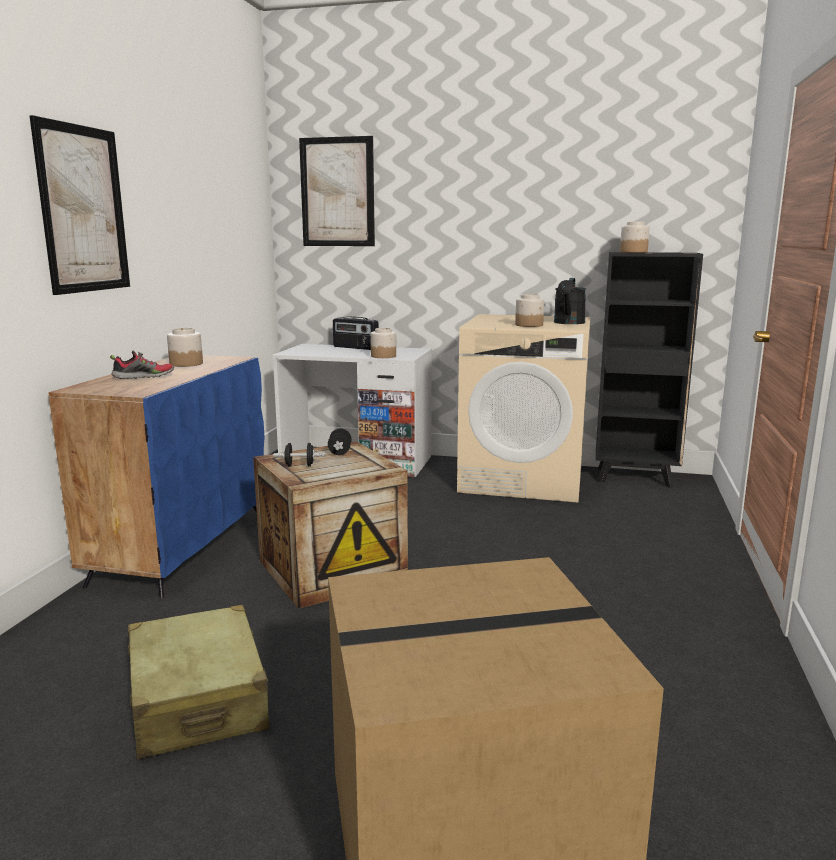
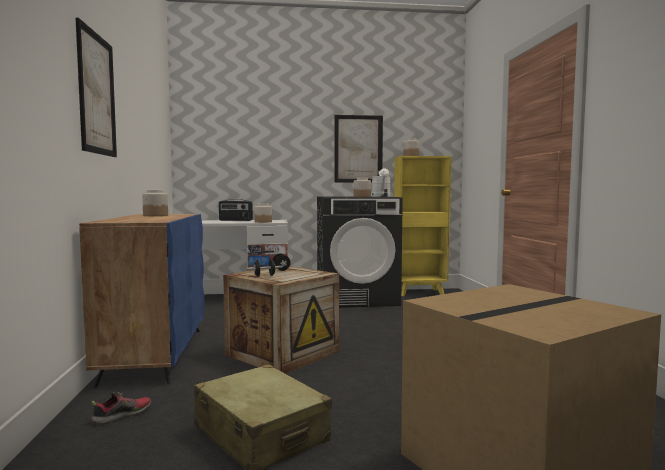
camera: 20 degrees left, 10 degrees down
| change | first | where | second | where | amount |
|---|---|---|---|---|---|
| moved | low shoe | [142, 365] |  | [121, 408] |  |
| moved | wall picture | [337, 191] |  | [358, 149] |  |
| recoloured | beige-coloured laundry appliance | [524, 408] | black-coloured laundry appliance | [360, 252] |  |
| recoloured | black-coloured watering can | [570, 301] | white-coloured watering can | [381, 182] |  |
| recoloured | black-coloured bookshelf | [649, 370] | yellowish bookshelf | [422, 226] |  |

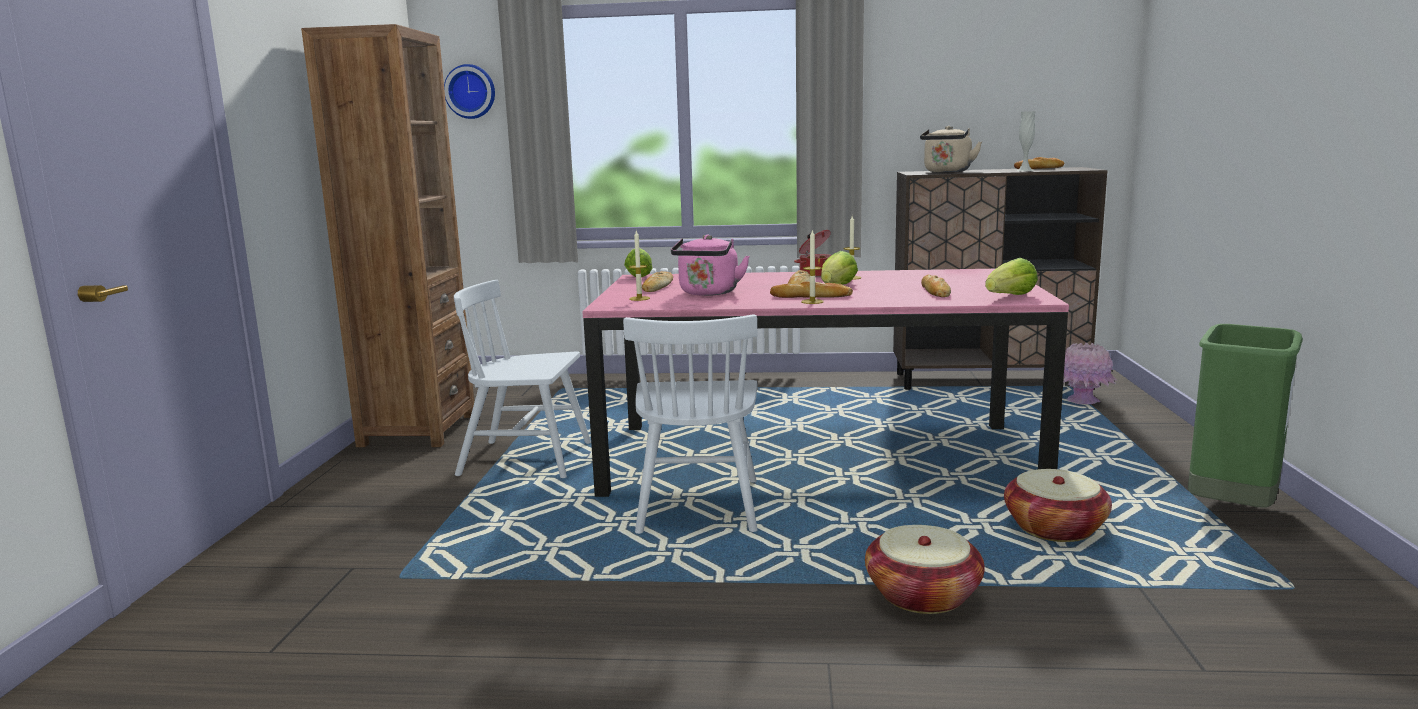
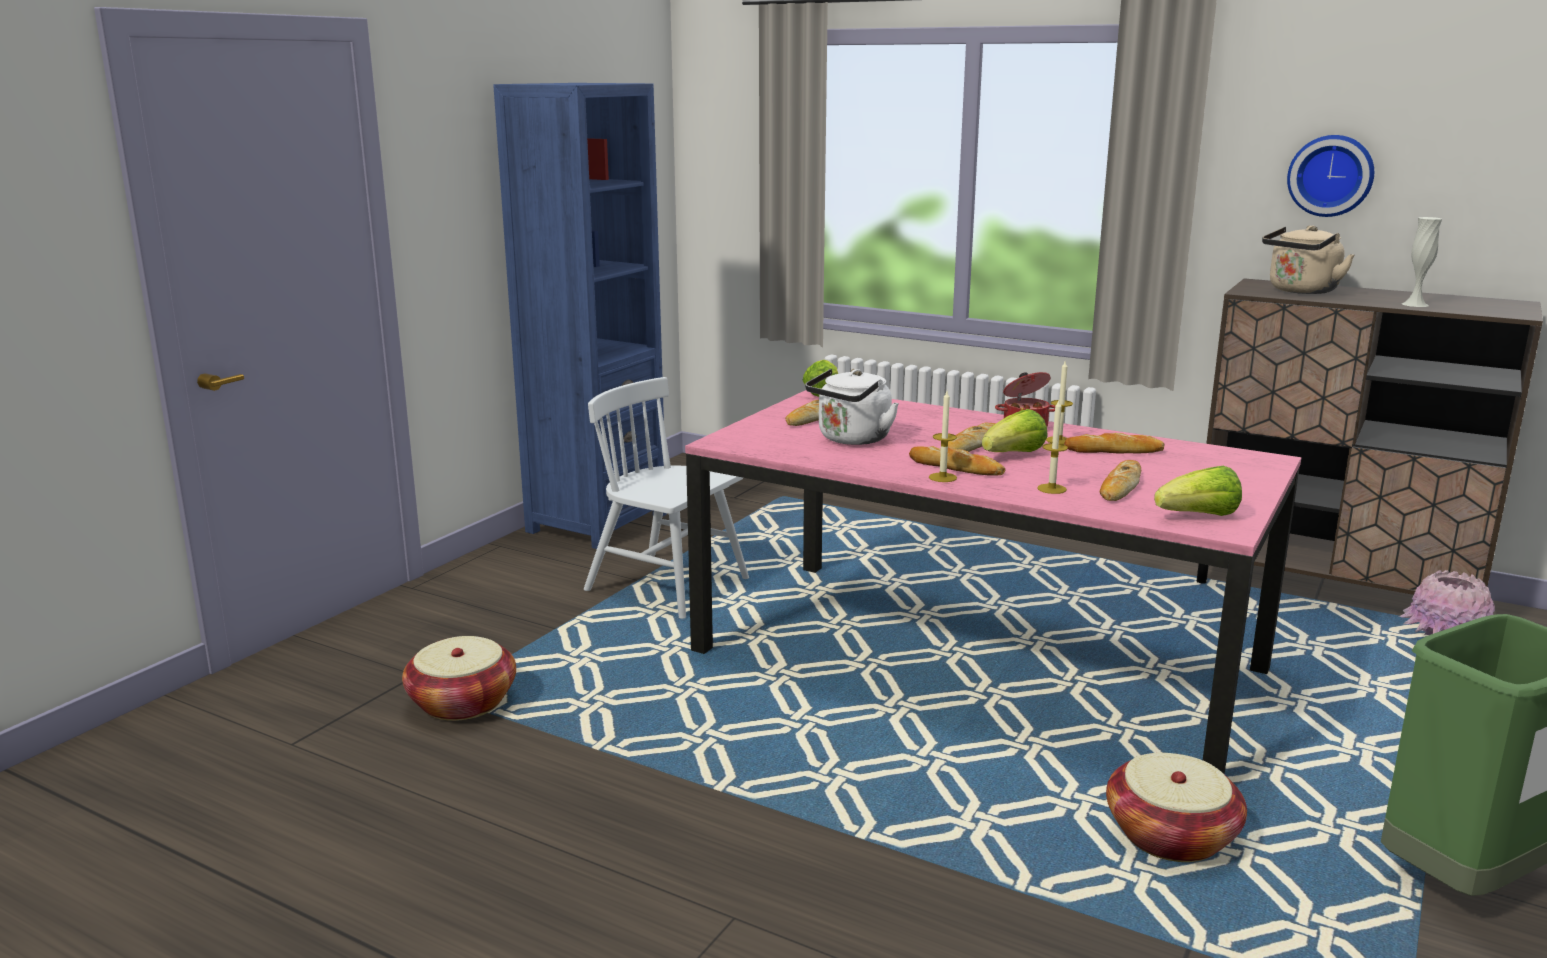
camera: 25 degrees right, 5 degrees up
| change | first | where | second | where | amount |
|---|---|---|---|---|---|
| removed | white-coloured plain chair | [690, 424] |  |  |  |
| moved | clock on the wall | [469, 91] |  | [1330, 176] |  |
| moved | candle | [639, 266] |  | [1052, 447] |  |
| moved | storage basket | [925, 569] |  | [459, 678] |  |
| moved | baked bread | [1039, 163] |  | [1114, 443] |  |
| recoloured | brown-coloured bookshelf | [387, 235] | blue bookshelf | [580, 316] |  |
| recoloured | pink-coloured water kettle | [710, 265] | white-coloured water kettle | [852, 407] |  |

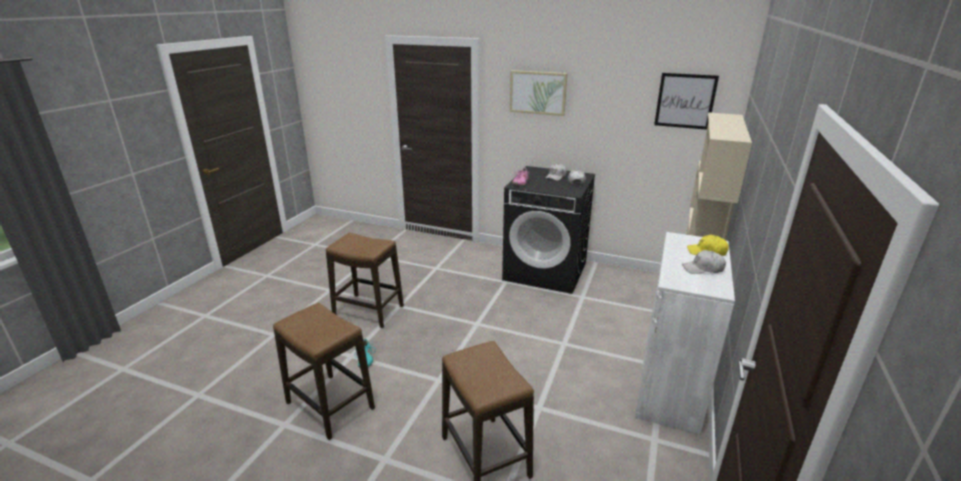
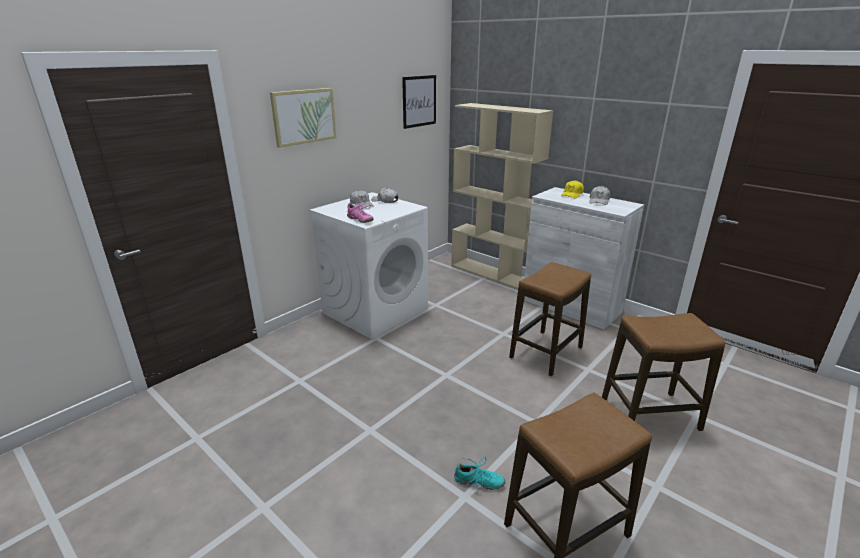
camera: 70 degrees left, 0 degrees up
| change | first | where | second | where | amount |
|---|---|---|---|---|---|
| moved | stool seat | [365, 280] |  | [550, 319] |  |
| recoloured | black-coloured laundry appliance | [548, 230] | white-coloured laundry appliance | [368, 265] |  |

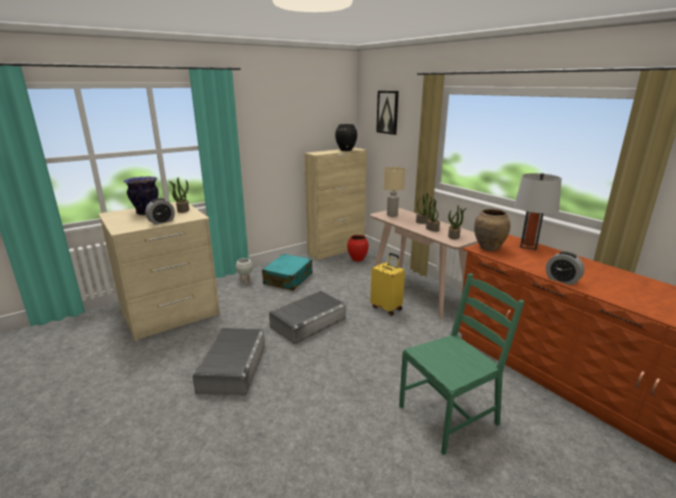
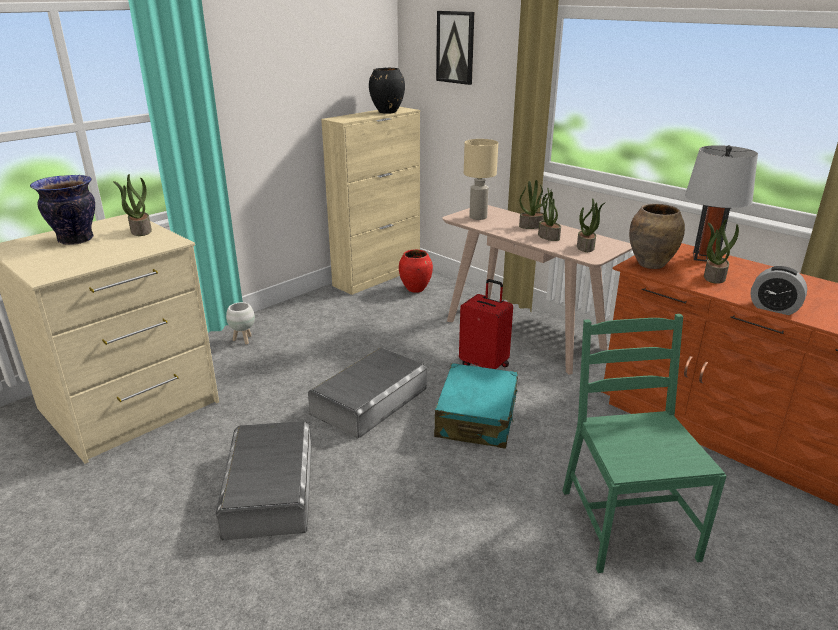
camera: 10 degrees left, 5 degrees up
| change | first | where | second | where | amount |
|---|---|---|---|---|---|
| removed | alarm clock | [160, 211] |  |  |  |
| added |  |  | houseplant | [721, 251] |  |
| moved | turquoise travel case | [287, 272] |  | [476, 406] |  |
| recoloured | yellowish travel case | [387, 284] | red-coloured travel case | [486, 324] |  |
| turned | green-coloured plain chair | [462, 364] |  | [644, 443] | 60 degrees counterclockwise |

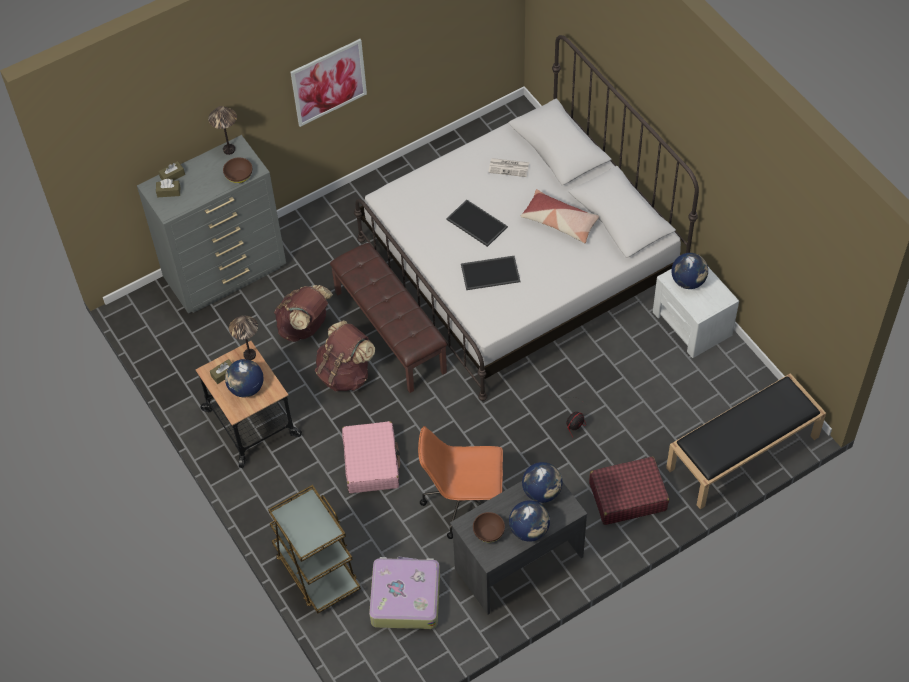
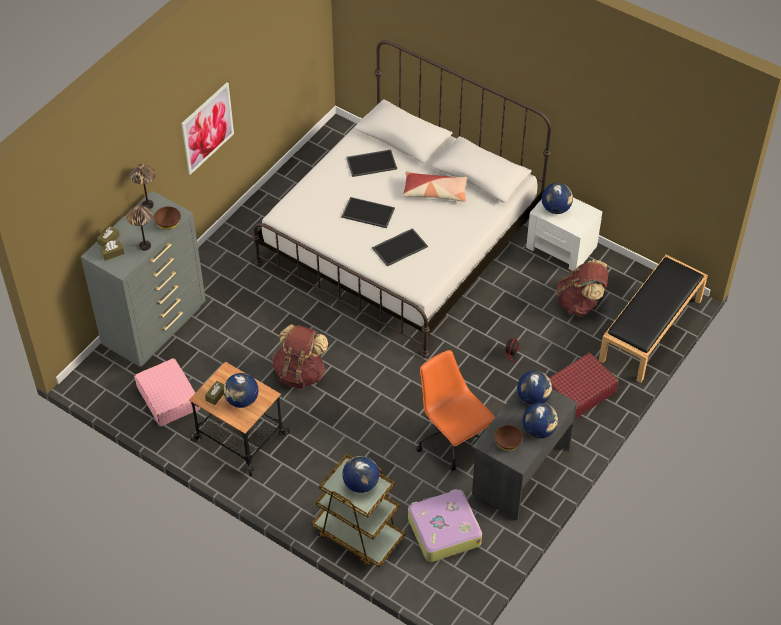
camera: 25 degrees left, 5 degrees down
| change | first | where | second | where | amount |
|---|---|---|---|---|---|
| removed | brown-coloured indoor bench | [388, 318] |  |  |  |
| added |  |  | world globe | [360, 474] |  |
| moved | lamp for a table | [243, 337] |  | [139, 227] |  |
| moved | brown-coloured rucksack | [303, 313] |  | [582, 288] |  |
| moved | pink-coloured travel case | [371, 457] |  | [167, 392] |  |
| replaced | daily paper | [508, 167] | tray | [371, 163] |  |
| turned | orange computer chair | [460, 482] |  | [455, 410] | 75 degrees clockwise |

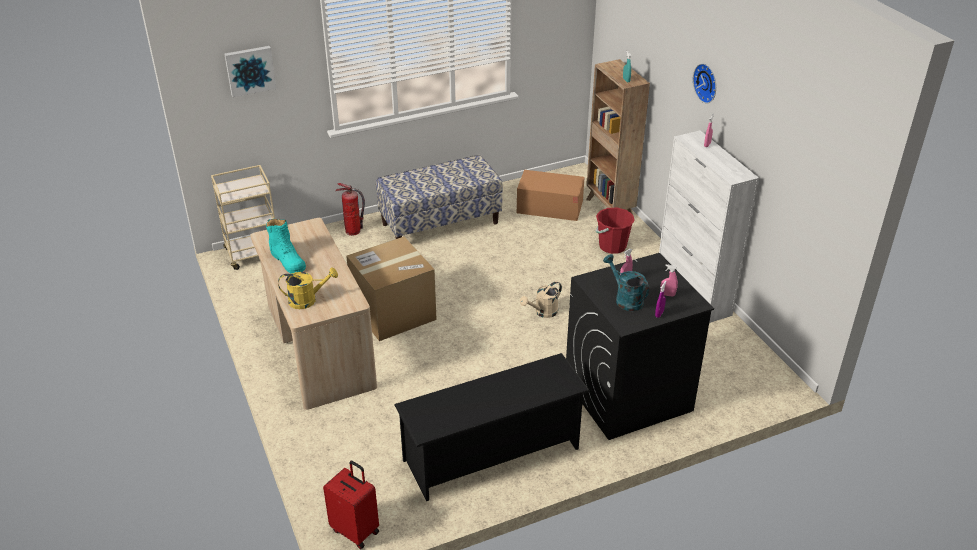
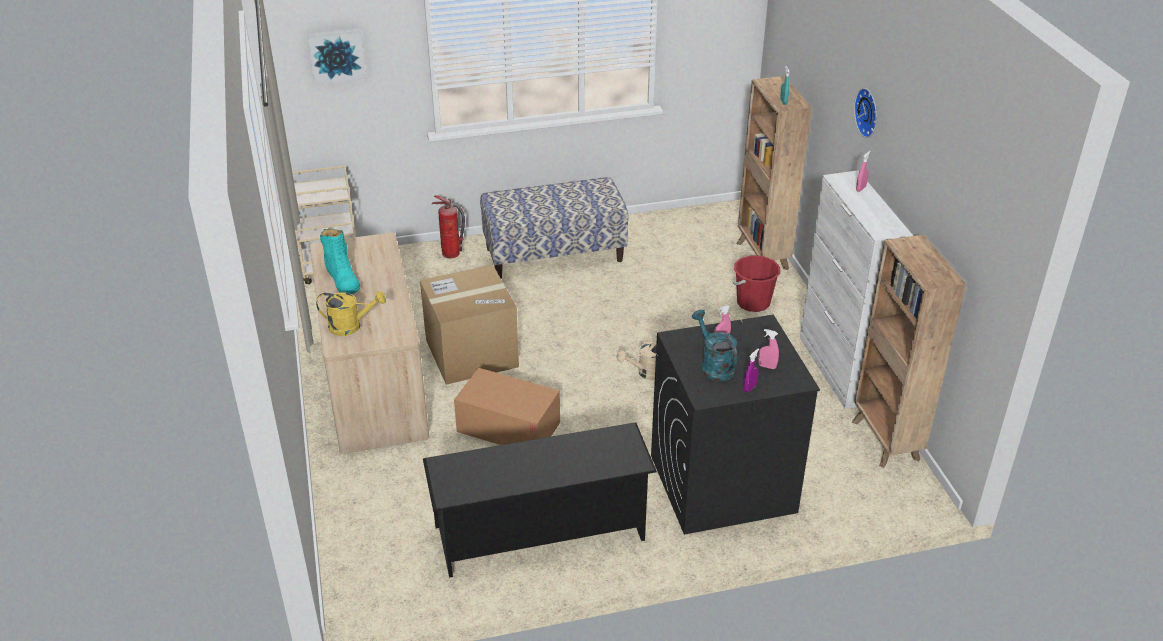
camera: 10 degrees right, 0 degrees up
| change | first | where | second | where | amount |
|---|---|---|---|---|---|
| removed | red-coloured travel case | [351, 504] |  |  |  |
| added |  |  | brown-coloured bookshelf | [909, 351] |  |
| moved | carton | [551, 195] |  | [507, 406] |  |

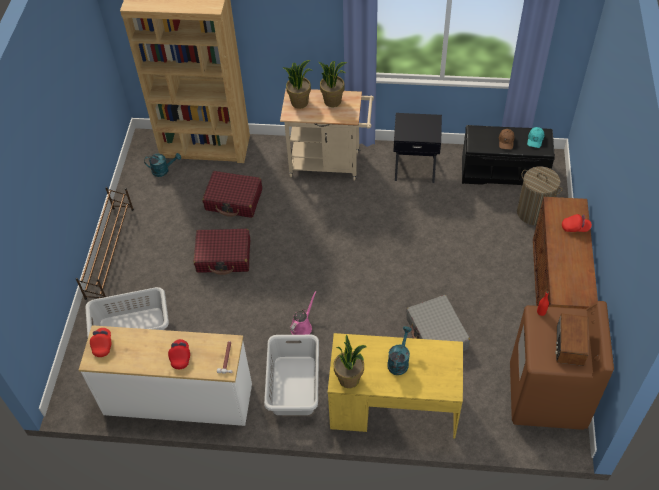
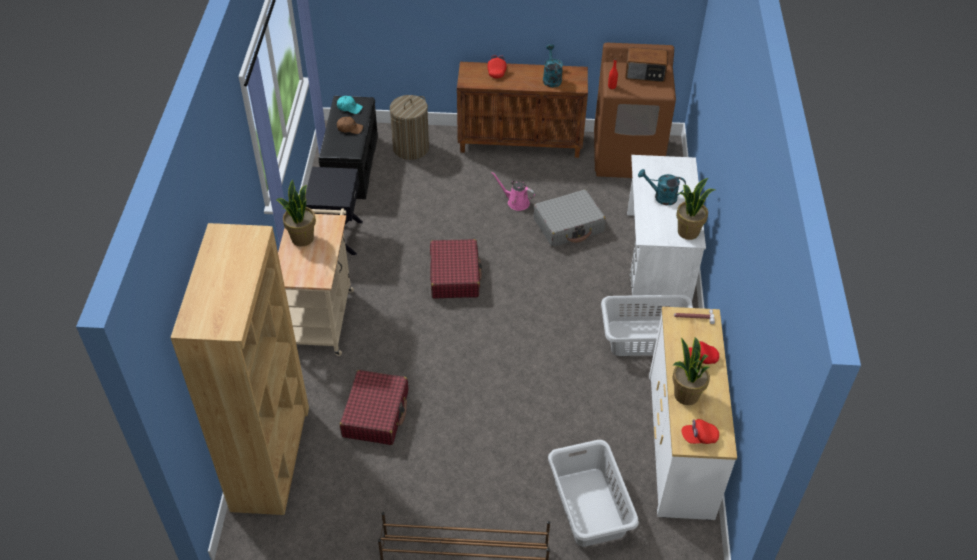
camera: 95 degrees left, 5 degrees down
| change | first | where | second | where | amount |
|---|---|---|---|---|---|
| moved | turquoise watering can | [162, 165] |  | [553, 65] |  |
| moved | red-coloured travel case | [222, 252] |  | [456, 268] |  |
| moved | houseplant | [297, 84] |  | [691, 371] |  |
| moved | pink-coloured watering can | [303, 313] |  | [513, 191] |  |
| recoloured | yellowish desk | [395, 385] | white-coloured desk | [666, 230] |  |

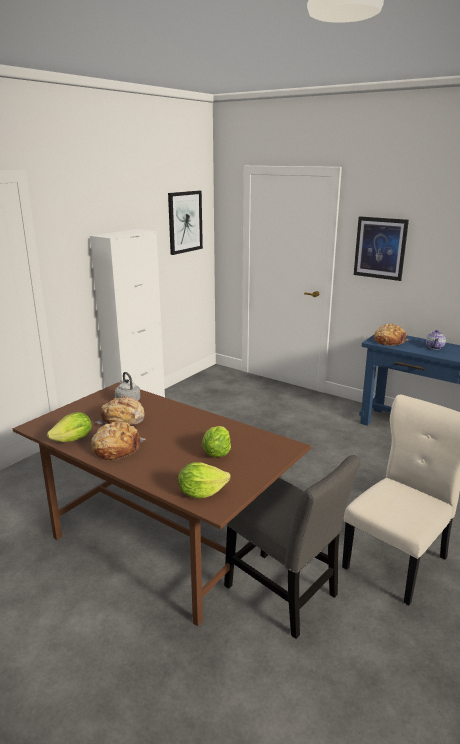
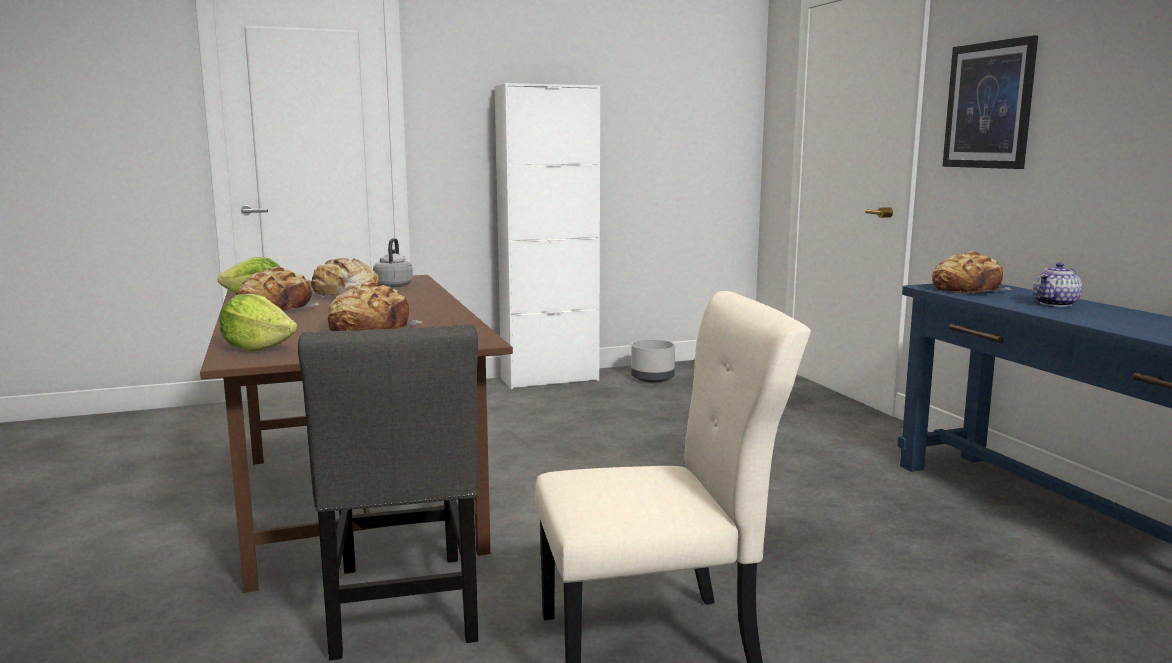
camera: 35 degrees right, 10 degrees down
| change | first | where | second | where | amount |
|---|---|---|---|---|---|
| removed | wall picture | [185, 223] |  |  |  |
| added |  |  | greyish planter | [653, 361] |  |
| replaced | lettuce | [216, 441] | baked bread | [375, 306] |  |

